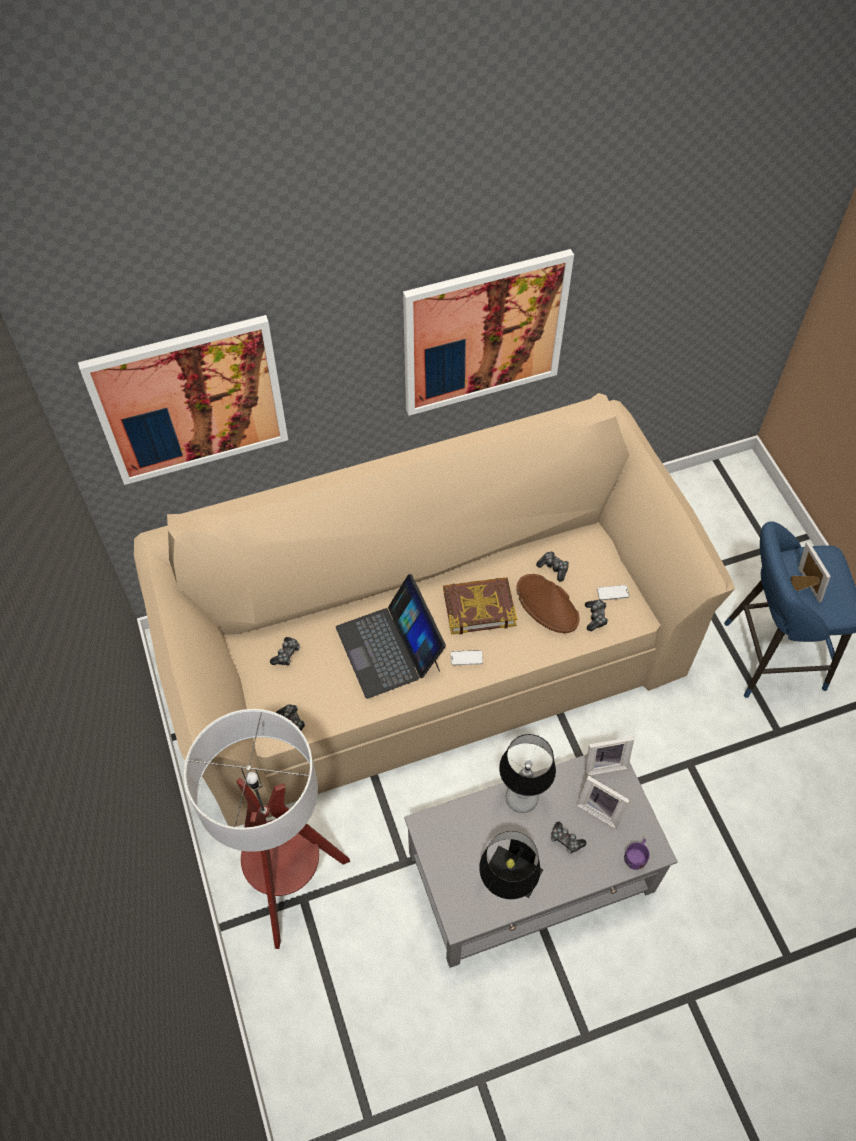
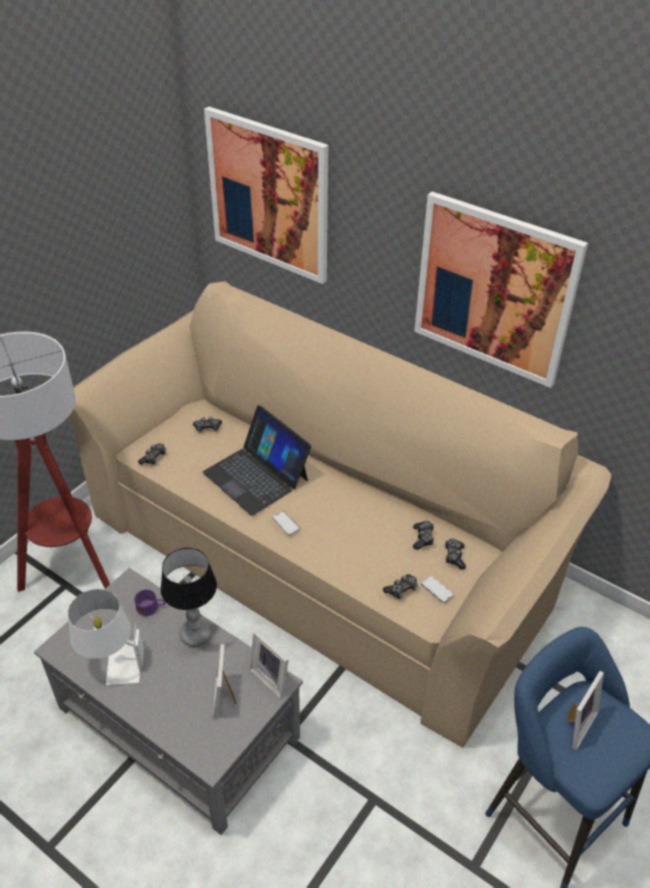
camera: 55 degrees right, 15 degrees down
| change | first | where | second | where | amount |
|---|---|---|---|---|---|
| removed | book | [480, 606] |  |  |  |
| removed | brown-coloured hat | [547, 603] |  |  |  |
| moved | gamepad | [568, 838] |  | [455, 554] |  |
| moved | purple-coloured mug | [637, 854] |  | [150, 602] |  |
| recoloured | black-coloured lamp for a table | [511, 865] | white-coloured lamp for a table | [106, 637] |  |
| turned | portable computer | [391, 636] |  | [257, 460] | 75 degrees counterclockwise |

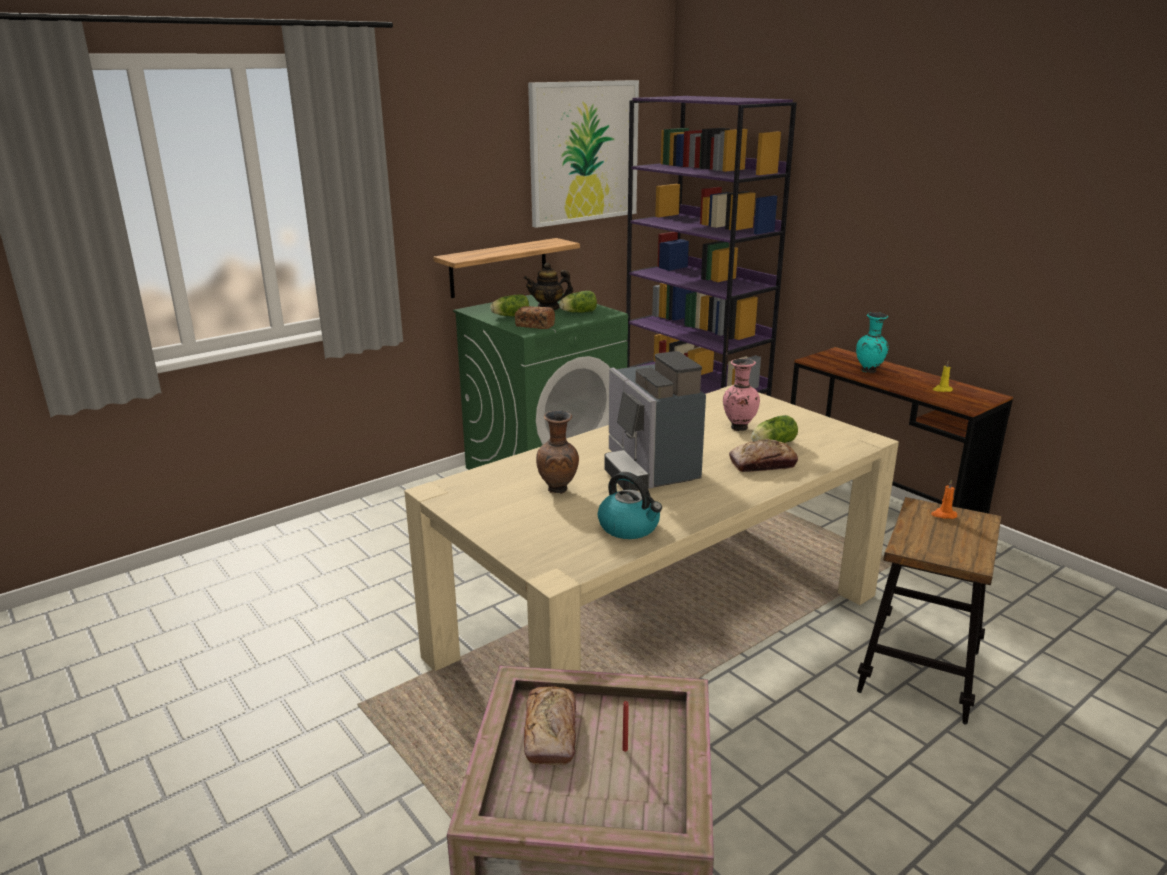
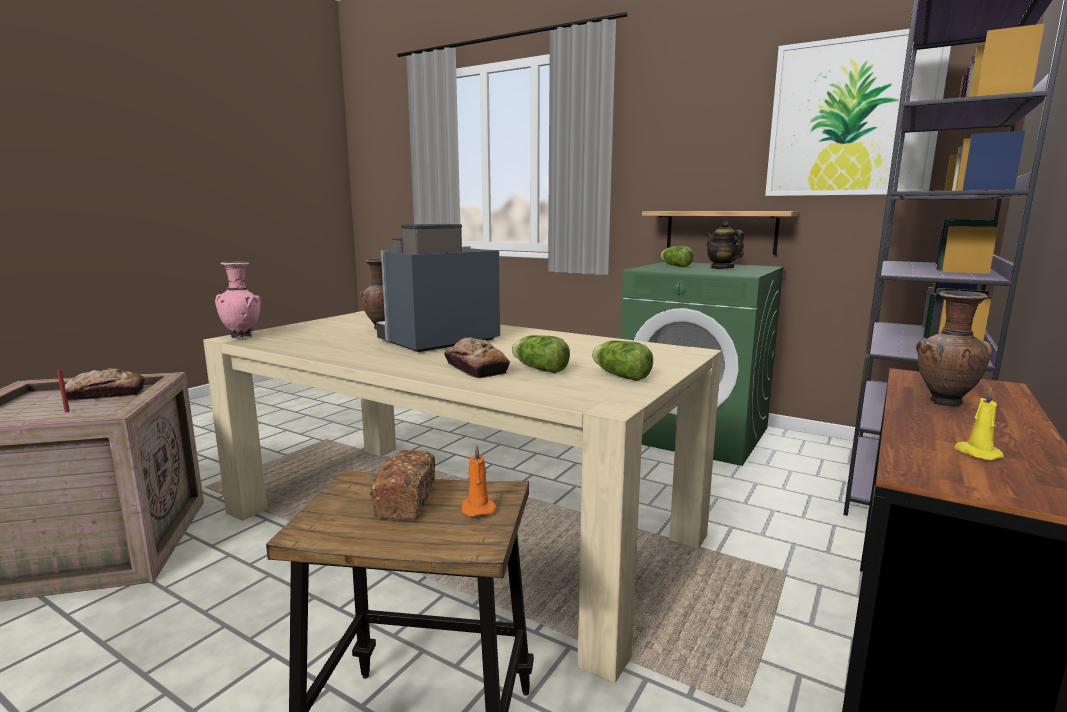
camera: 70 degrees right, 10 degrees down
| change | first | where | second | where | amount |
|---|---|---|---|---|---|
| removed | water kettle | [630, 505] |  |  |  |
| moved | baked bread | [535, 317] |  | [402, 485] |  |
| moved | lettuce | [578, 302] |  | [622, 360] |  |
| moved | pink-coloured flower vase | [741, 394] |  | [238, 300] |  |
| recoloured | turquoise flower vase | [872, 343] | brown-coloured flower vase | [954, 348] |  |

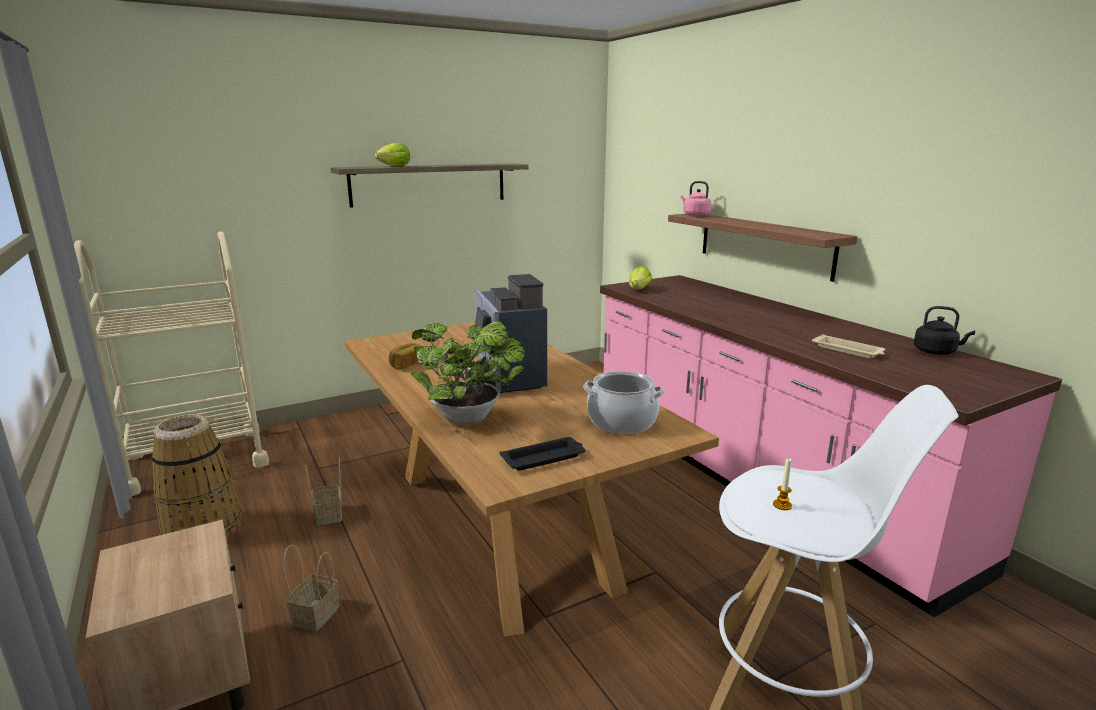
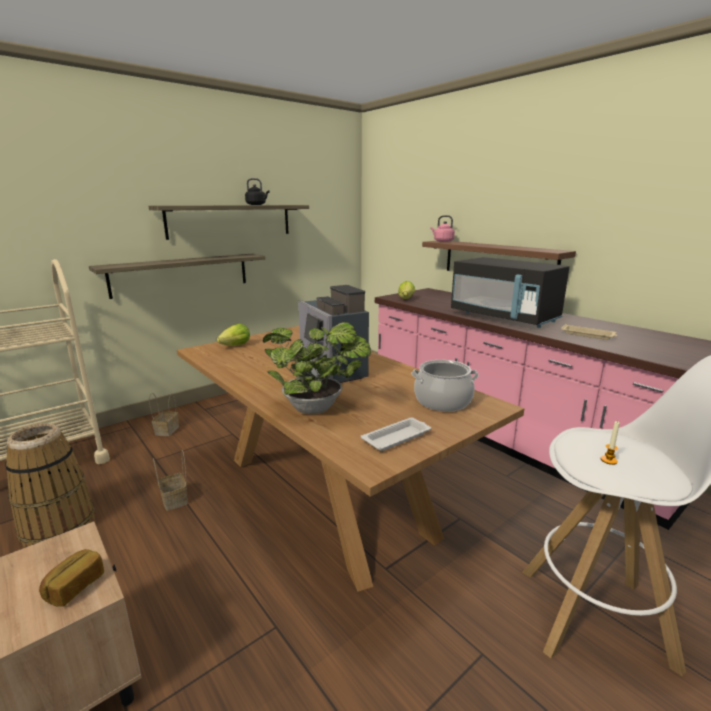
camera: 10 degrees left, 0 degrees up
| change | first | where | second | where | amount |
|---|---|---|---|---|---|
| added |  |  | shelf | [177, 276] |  |
| added |  |  | black-coloured microwave | [510, 292] |  |
| moved | storage basket | [311, 588] |  | [164, 414] |  |
| moved | lettuce | [392, 154] |  | [233, 335] |  |
| moved | baked bread | [406, 356] |  | [71, 578] |  |
| moved | black-coloured water kettle | [944, 330] |  | [257, 191] |  |
| recoloured | black-coloured tray | [543, 454] | white-coloured tray | [396, 434] |  |

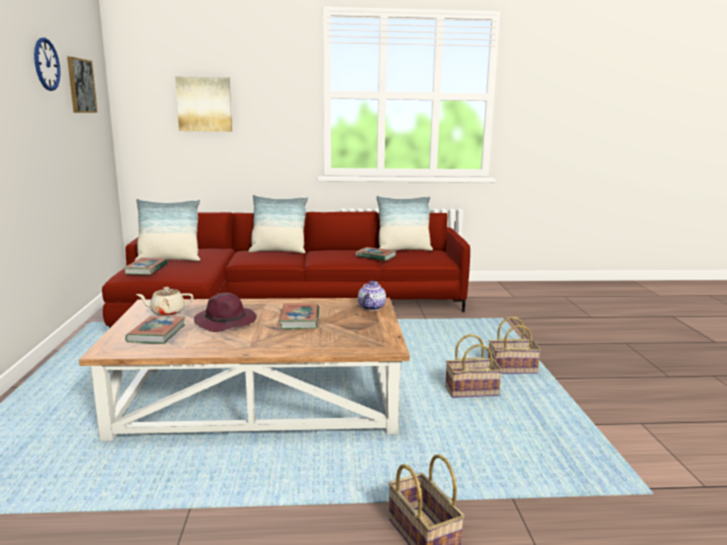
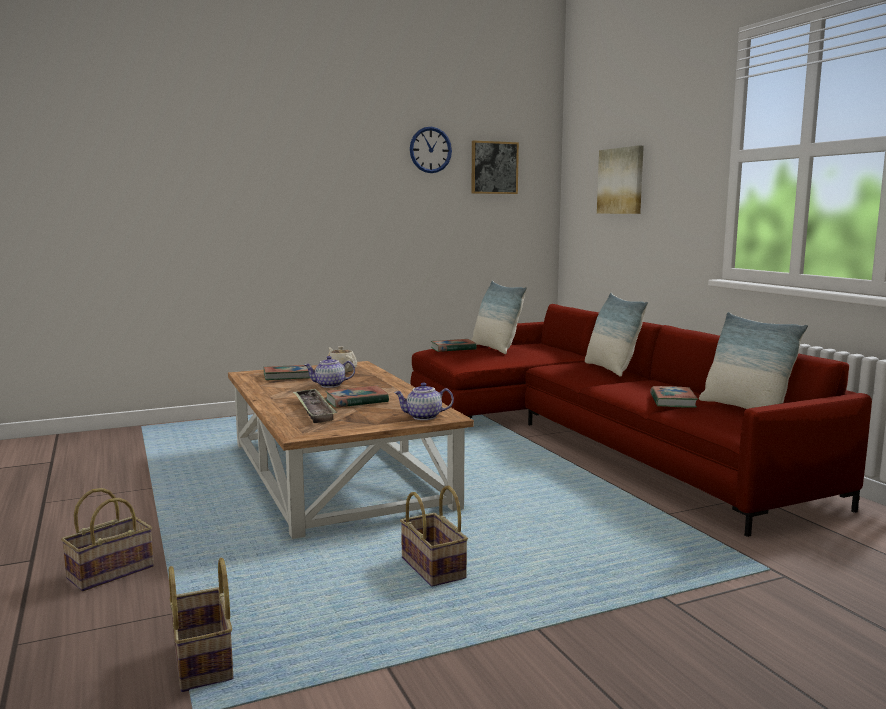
camera: 70 degrees right, 5 degrees down
| change | first | where | second | where | amount |
|---|---|---|---|---|---|
| added |  |  | tray | [315, 406] |  |
| moved | storage basket | [514, 345] |  | [201, 625] |  |
| replaced | purple-coloured hat | [225, 312] | tea pot | [330, 372] |  |

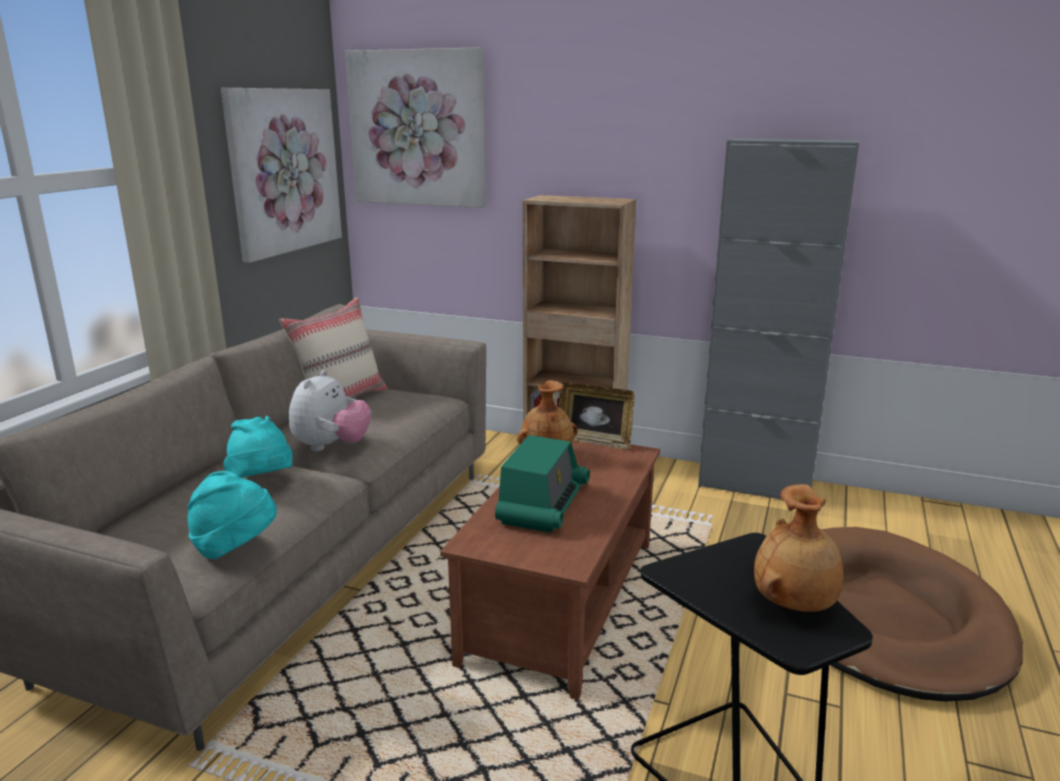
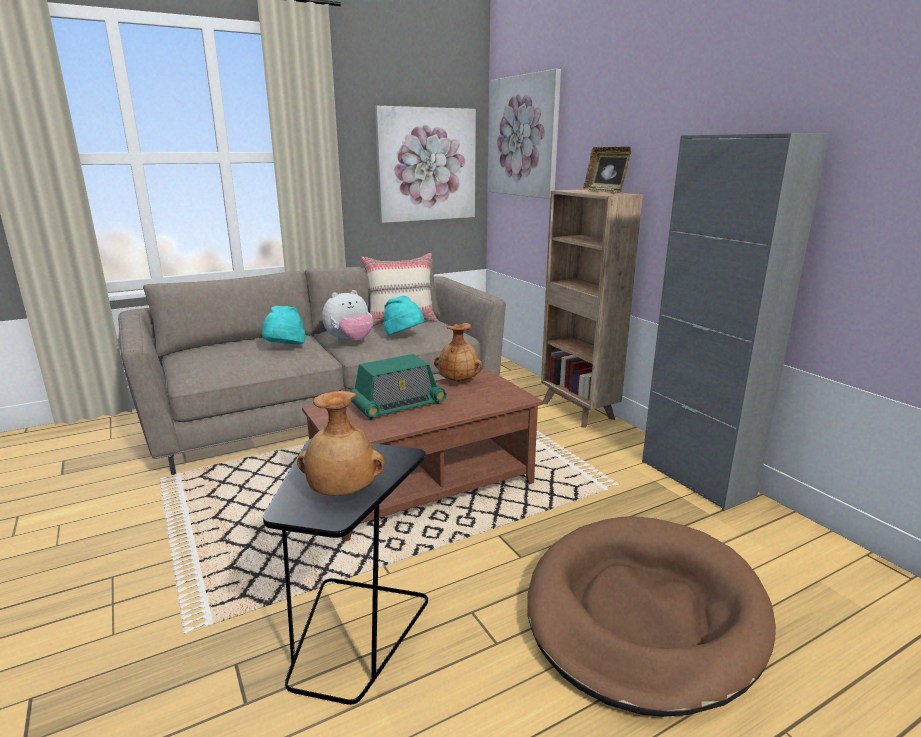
camera: 40 degrees right, 0 degrees up
| change | first | where | second | where | amount |
|---|---|---|---|---|---|
| moved | turquoise hat | [232, 515] |  | [403, 315] |  |
| moved | standing frame | [597, 416] |  | [607, 170] |  |

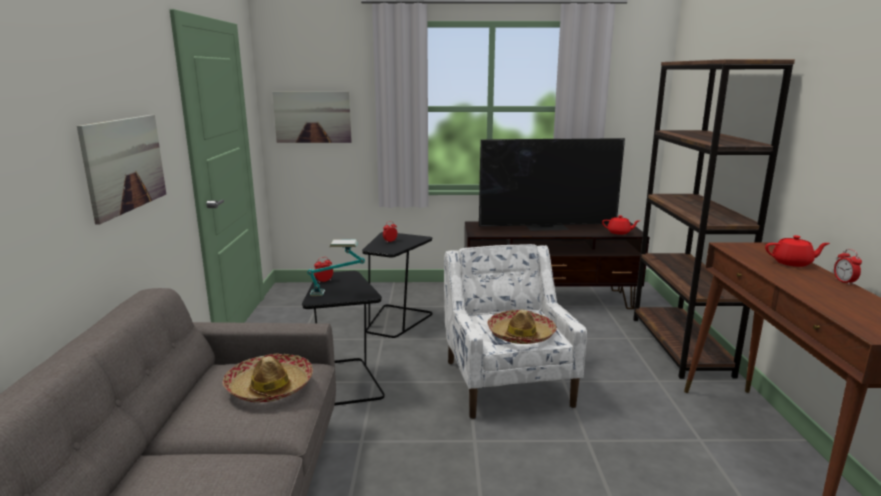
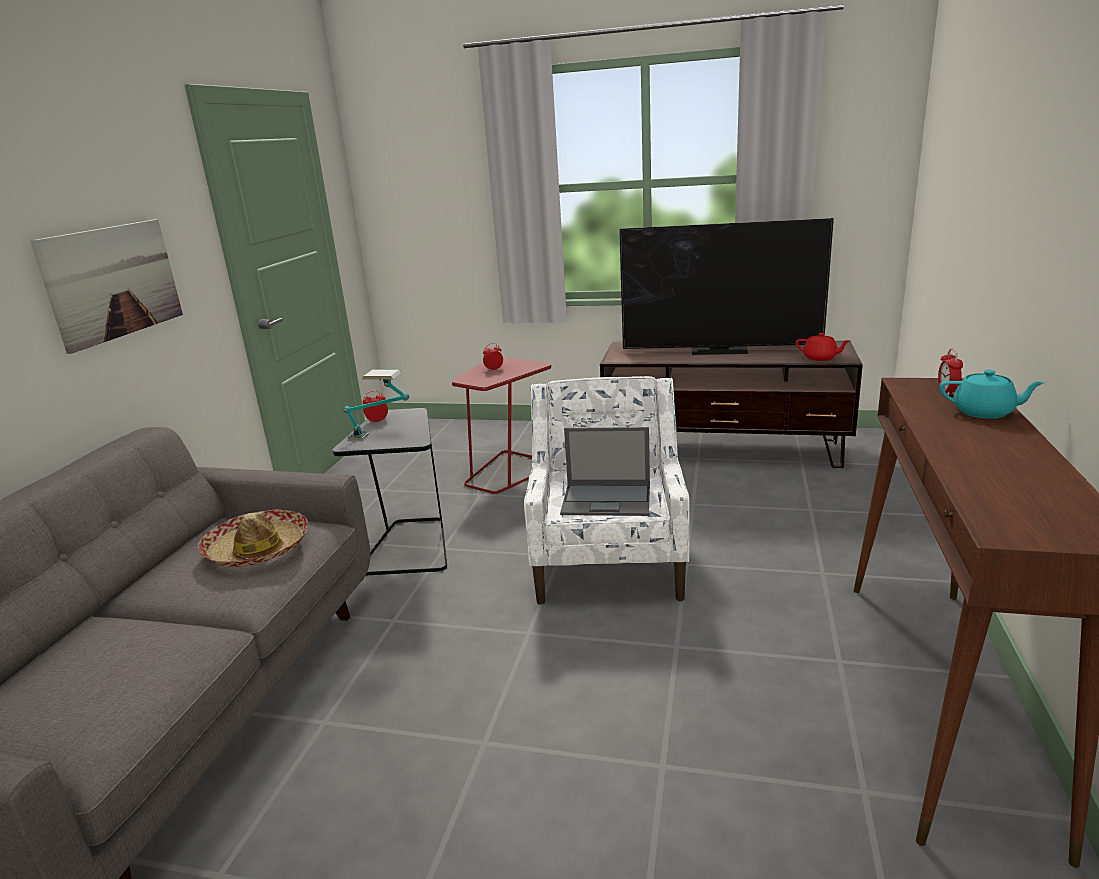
camera: 15 degrees right, 5 degrees up
| change | first | where | second | where | amount |
|---|---|---|---|---|---|
| removed | wall picture | [312, 117] |  |  |  |
| removed | brown-coloured bookshelf | [714, 219] |  |  |  |
| moved | alarm clock | [848, 267] |  | [950, 372] |  |
| replaced | hat | [522, 327] | portable computer | [605, 471] |  |
| recoloured | black-coloured side table | [397, 285] | red-coloured side table | [502, 425] |  |
| recoloured | red-coloured tea pot | [797, 251] | turquoise tea pot | [992, 394] |  |

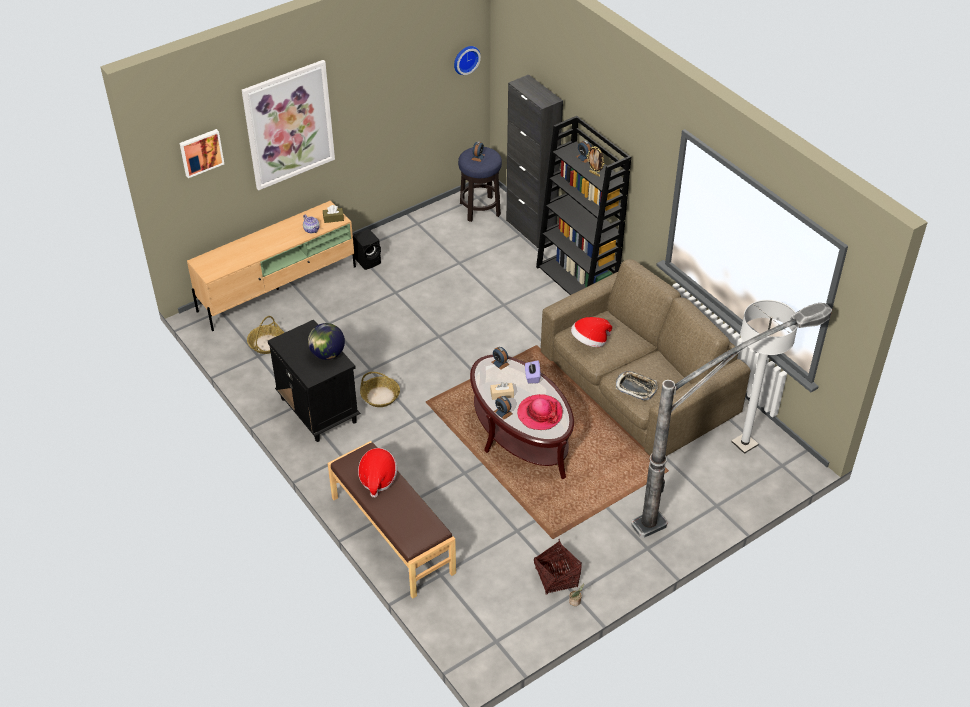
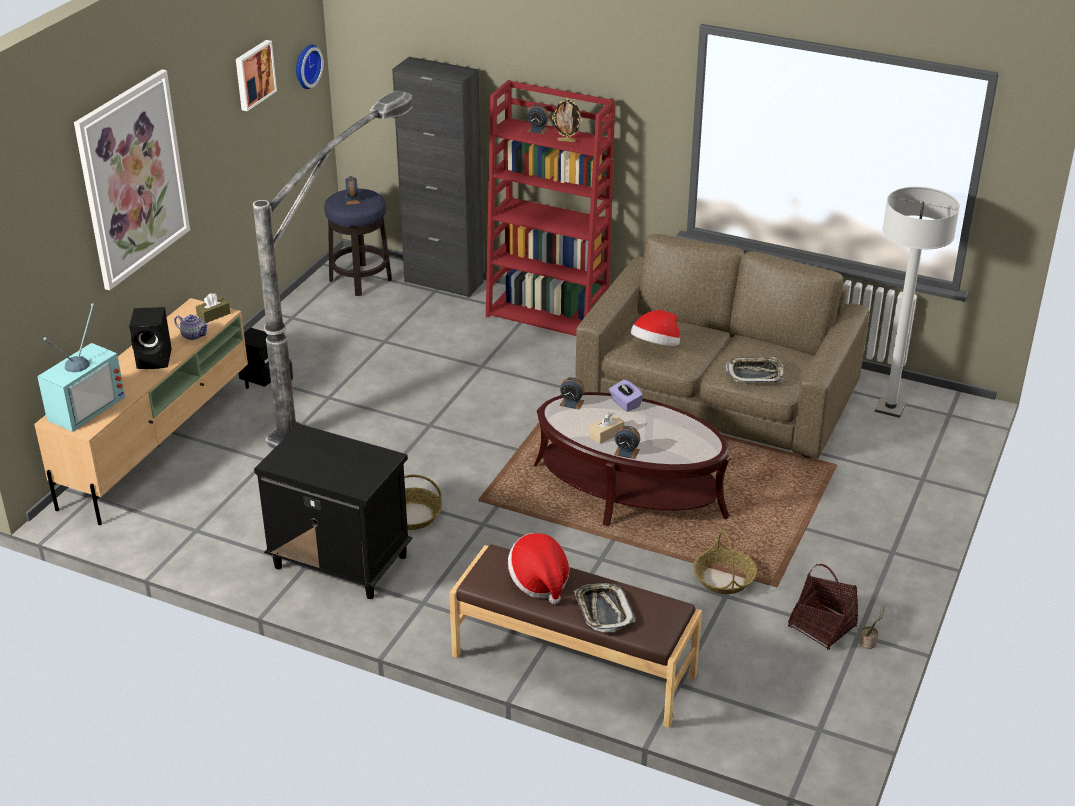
camera: 30 degrees left, 10 degrees down
| change | first | where | second | where | amount |
|---|---|---|---|---|---|
| removed | world globe | [326, 341] |  |  |  |
| removed | hat | [540, 412] |  |  |  |
| added |  |  | TV | [81, 367] |  |
| added |  |  | black-coloured audio speaker | [150, 338] |  |
| added |  |  | tray | [604, 608] |  |
| moved | wall picture | [202, 153] |  | [256, 75] |  |
| moved | storage basket | [265, 335] |  | [725, 562] |  |
| moved | standing lamp | [731, 420] |  | [332, 270] |  |
| recoloured | black-coloured bookshelf | [583, 205] | red-coloured bookshelf | [550, 208] |  |

